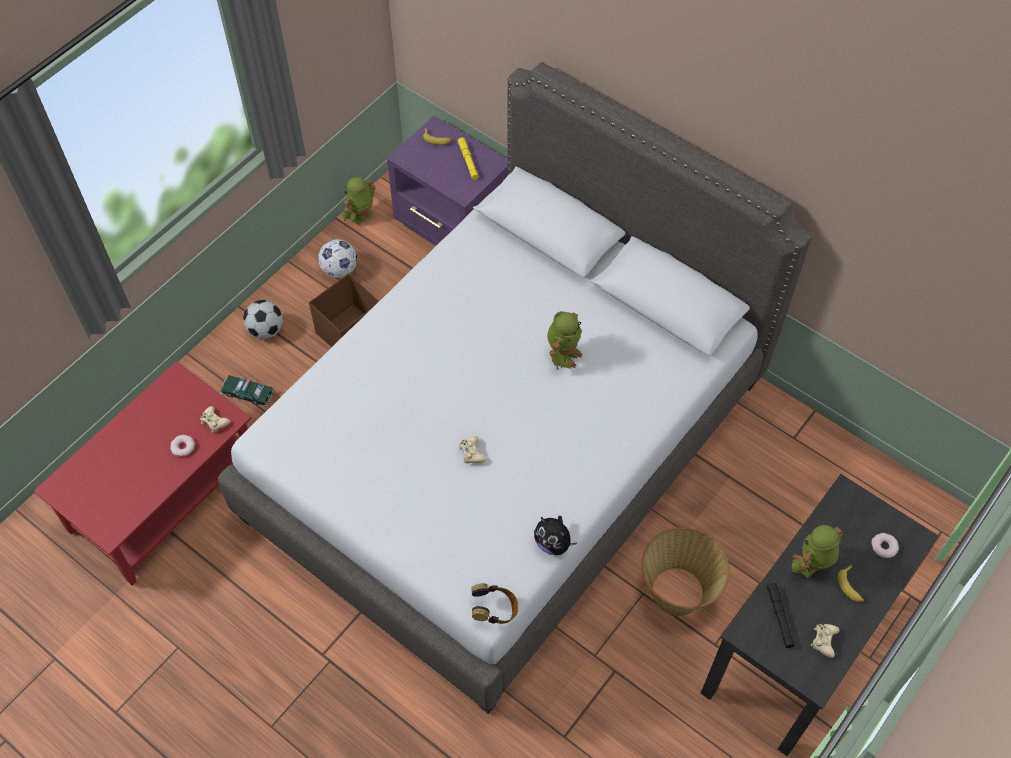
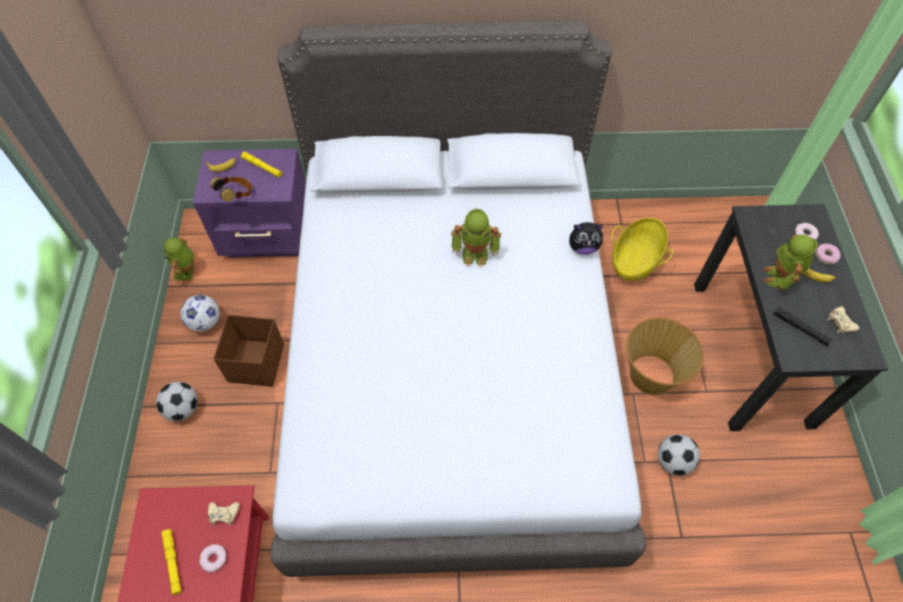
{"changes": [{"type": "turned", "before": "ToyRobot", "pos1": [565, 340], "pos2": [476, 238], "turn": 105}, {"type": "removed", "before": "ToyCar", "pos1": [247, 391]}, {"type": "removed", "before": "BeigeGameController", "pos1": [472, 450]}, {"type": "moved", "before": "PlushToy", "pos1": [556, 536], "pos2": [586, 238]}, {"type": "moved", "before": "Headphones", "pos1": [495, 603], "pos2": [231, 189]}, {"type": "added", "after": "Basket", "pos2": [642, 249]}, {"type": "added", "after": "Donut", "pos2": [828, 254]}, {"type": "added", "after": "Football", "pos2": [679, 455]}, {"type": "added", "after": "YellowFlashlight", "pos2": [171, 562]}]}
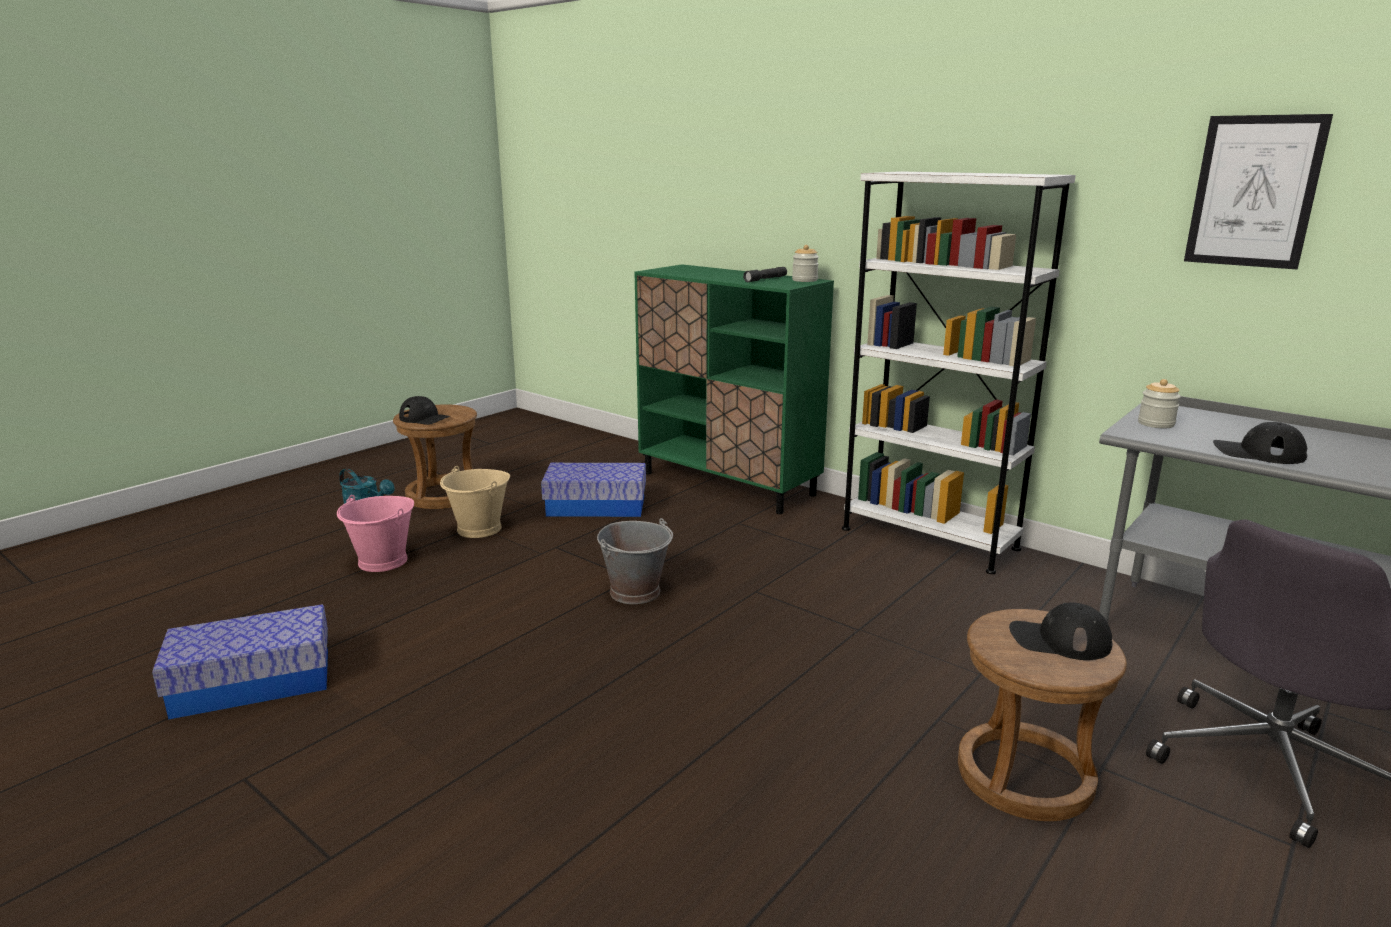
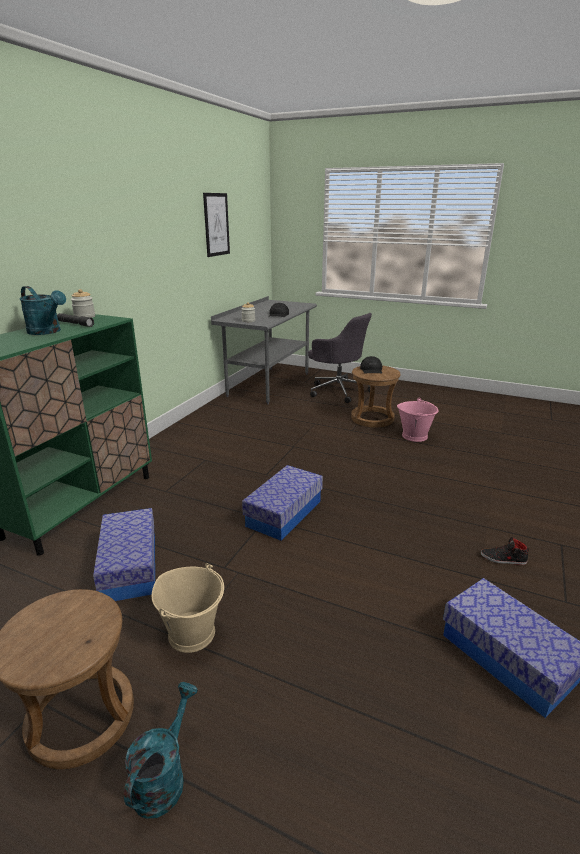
{"changes": [{"type": "removed", "before": "WhiteBookcase", "pos1": [959, 372]}, {"type": "removed", "before": "BlackCap", "pos1": [425, 410]}, {"type": "moved", "before": "PinkBucket", "pos1": [375, 533], "pos2": [418, 420]}, {"type": "replaced", "before": "GreyBucket", "after": "StorageBox", "pos1": [635, 561], "pos2": [282, 503]}, {"type": "added", "after": "TurquoiseWateringCan", "pos2": [42, 310]}, {"type": "added", "after": "BlackShoe", "pos2": [505, 551]}]}
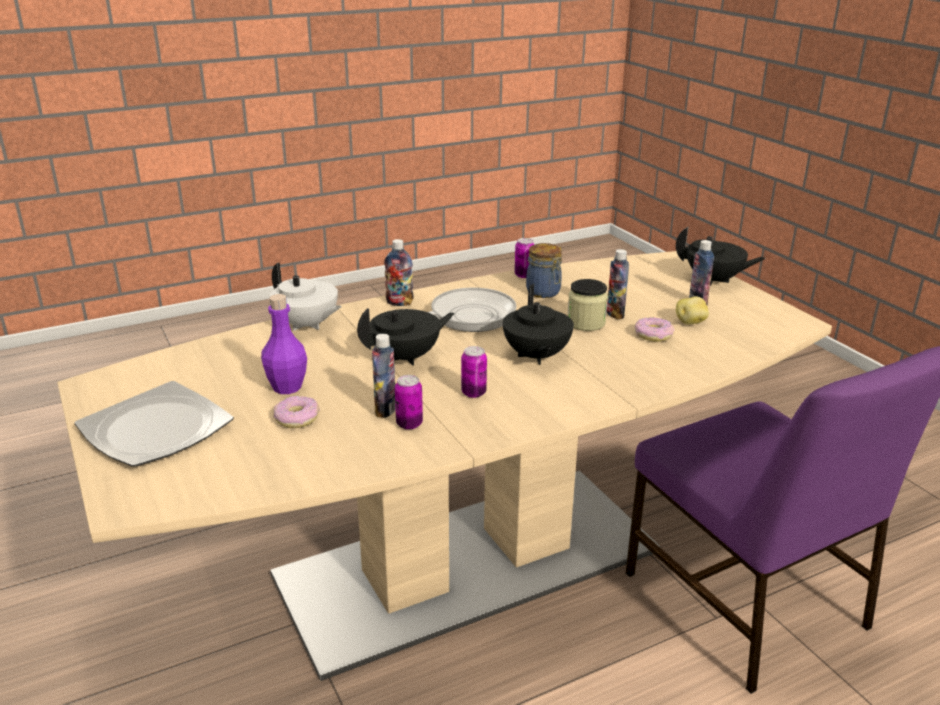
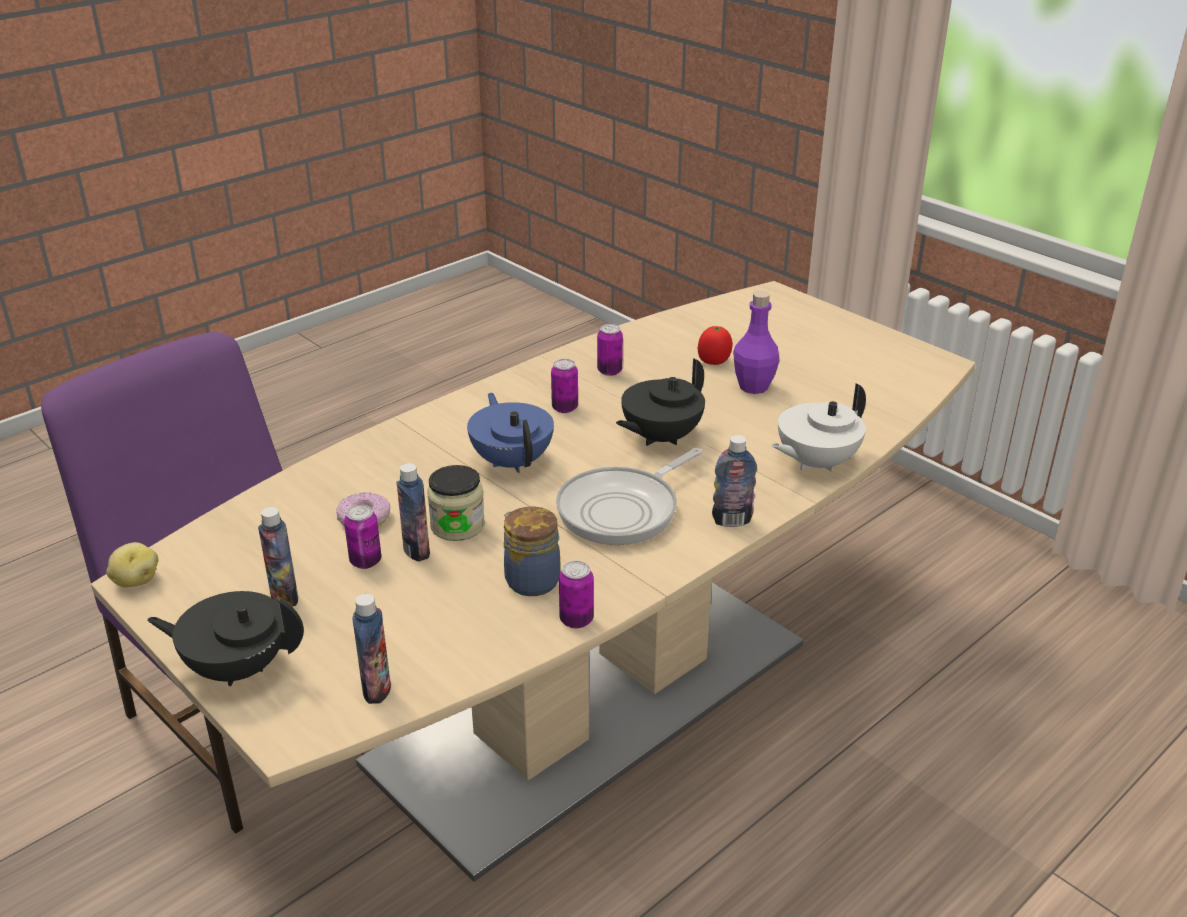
{"changes": [{"type": "turned", "before": "WhiteTeapot", "pos1": [306, 296], "pos2": [819, 428], "turn": -60}, {"type": "recoloured", "before": "BlackTeapot", "after": "BlueTeapot", "pos1": [538, 324], "pos2": [510, 433]}, {"type": "moved", "before": "Potato", "pos1": [692, 310], "pos2": [132, 564]}, {"type": "moved", "before": "Bottle", "pos1": [383, 376], "pos2": [371, 649]}, {"type": "removed", "before": "Plate", "pos1": [154, 423]}, {"type": "replaced", "before": "Donut", "after": "Tomato", "pos1": [296, 412], "pos2": [715, 345]}, {"type": "added", "after": "Can", "pos2": [362, 537]}]}
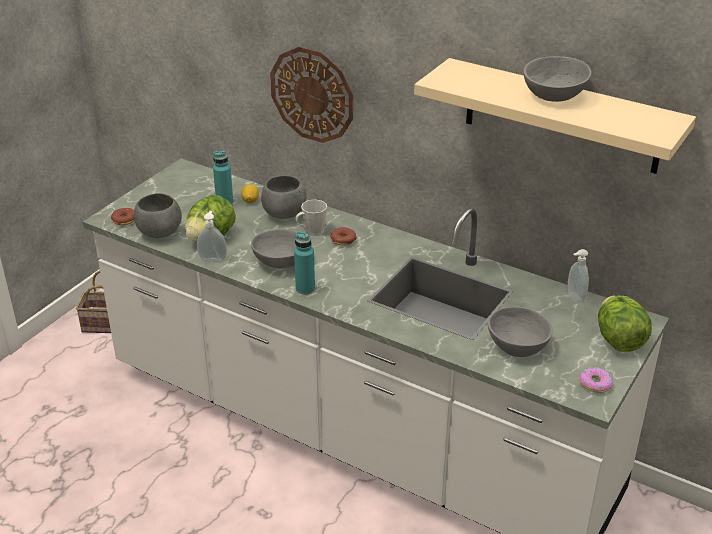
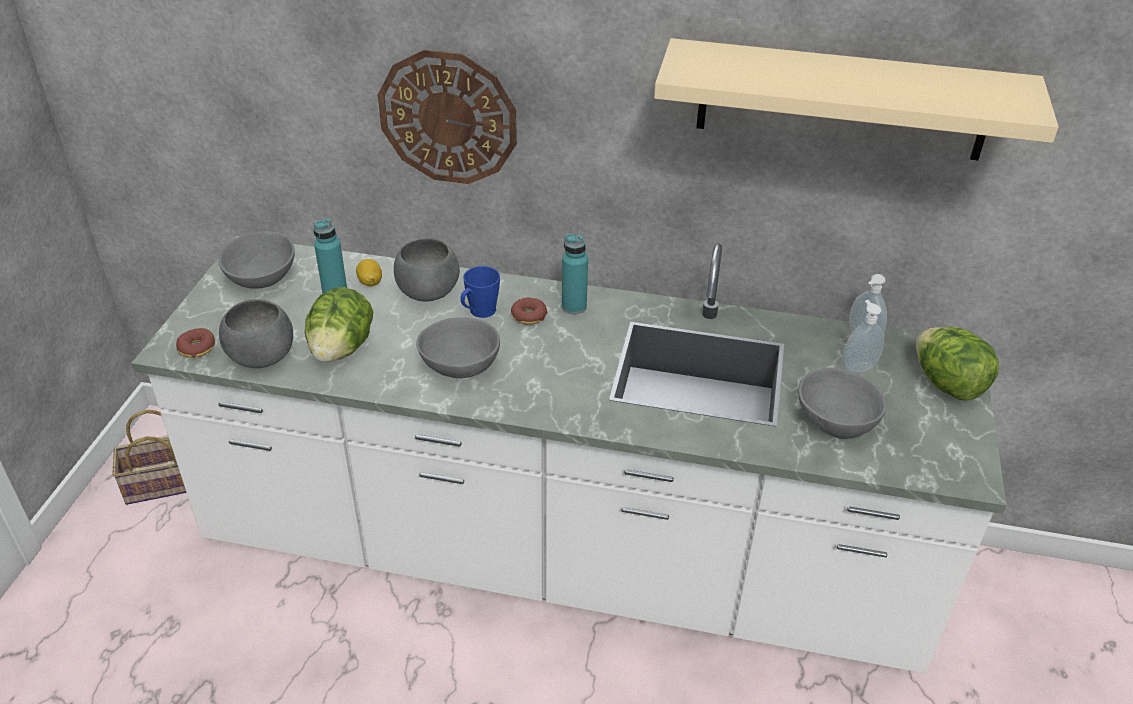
{"changes": [{"type": "moved", "before": "GreyBowl", "pos1": [557, 79], "pos2": [256, 260]}, {"type": "recoloured", "before": "GreyMug", "after": "BlueMug", "pos1": [311, 218], "pos2": [480, 292]}, {"type": "moved", "before": "SoapDispenser", "pos1": [212, 237], "pos2": [863, 336]}, {"type": "moved", "before": "TurquoiseBottle", "pos1": [304, 263], "pos2": [575, 274]}, {"type": "removed", "before": "Donut", "pos1": [596, 380]}]}
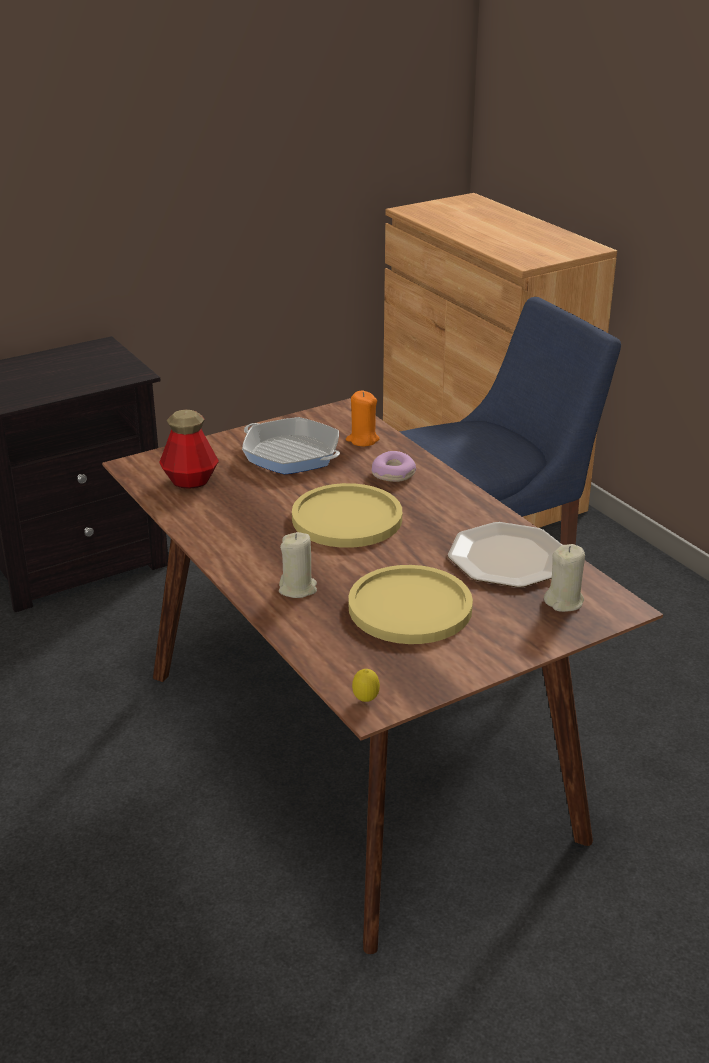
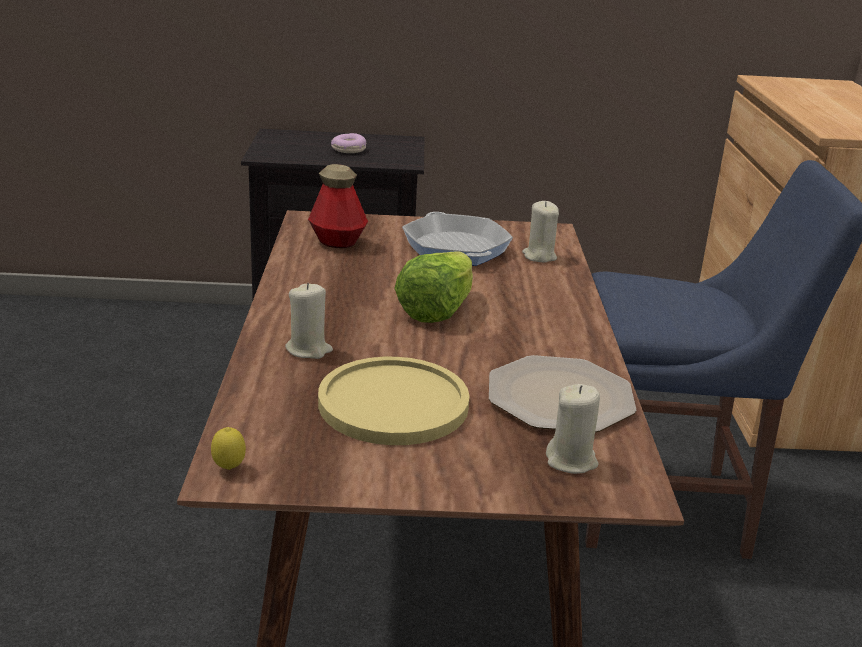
{"changes": [{"type": "recoloured", "before": "OrangeCandle", "after": "BeigeCandle", "pos1": [363, 418], "pos2": [540, 232]}, {"type": "moved", "before": "Donut", "pos1": [394, 466], "pos2": [348, 143]}, {"type": "replaced", "before": "YellowPlate", "after": "Lettuce", "pos1": [347, 515], "pos2": [433, 287]}]}
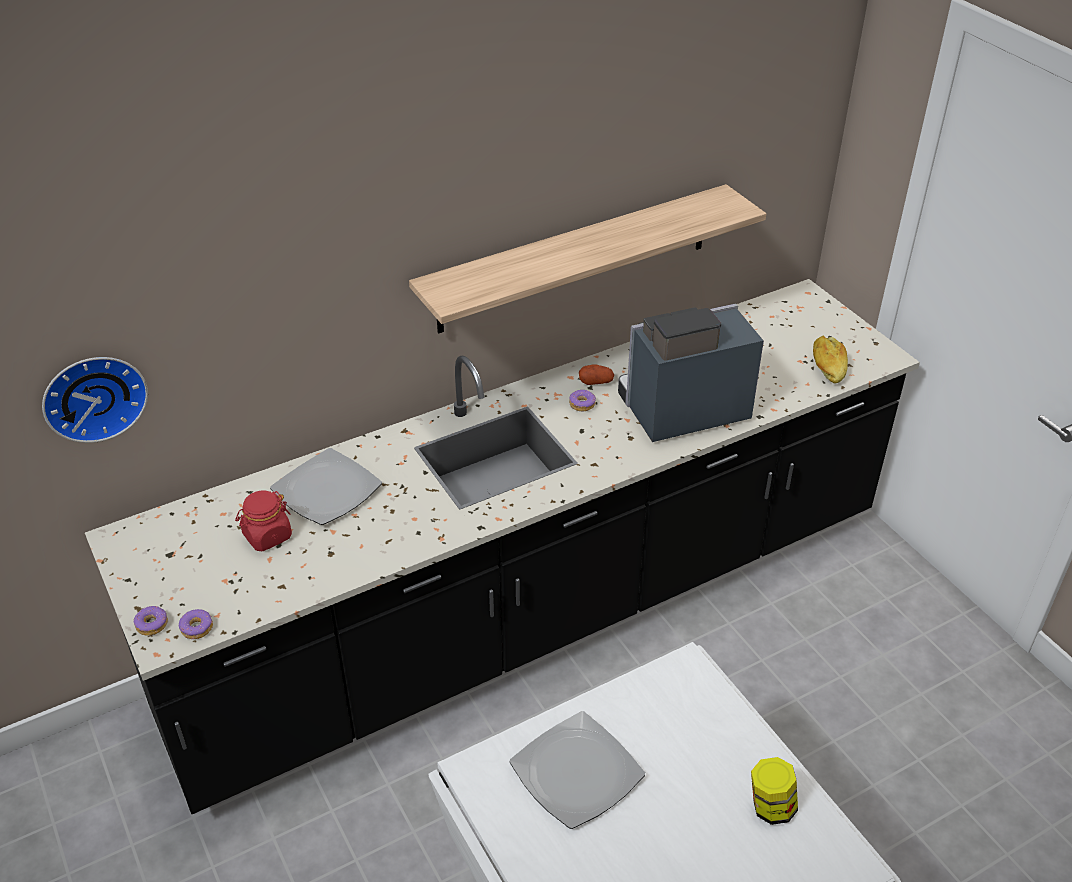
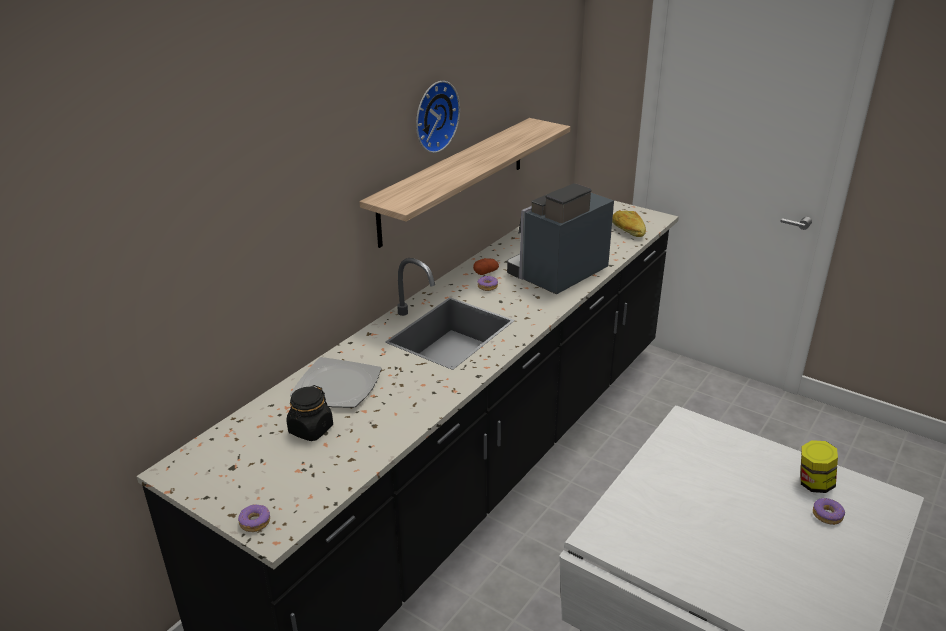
{"changes": [{"type": "moved", "before": "WallClock", "pos1": [95, 400], "pos2": [438, 117]}, {"type": "recoloured", "before": "RedJar", "after": "BlackJar", "pos1": [263, 521], "pos2": [310, 413]}, {"type": "moved", "before": "Donut", "pos1": [196, 624], "pos2": [829, 511]}, {"type": "removed", "before": "Plate", "pos1": [577, 770]}]}
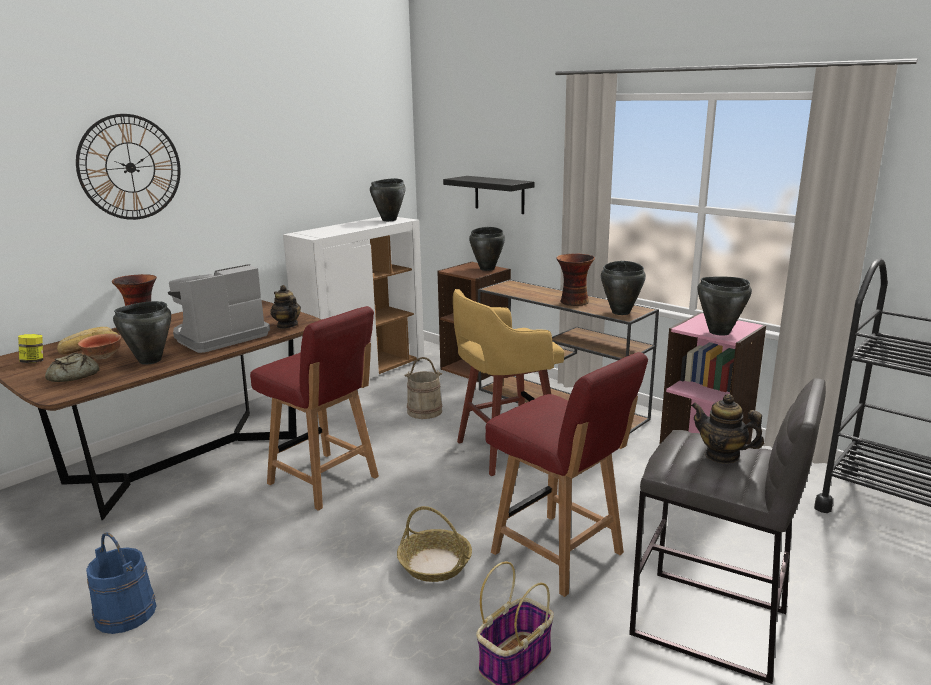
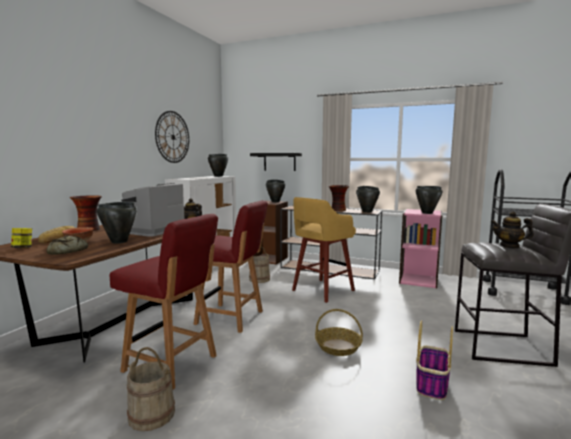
{"changes": [{"type": "moved", "before": "WallClock", "pos1": [128, 167], "pos2": [172, 137]}, {"type": "moved", "before": "RedChair", "pos1": [566, 474], "pos2": [164, 302]}, {"type": "recoloured", "before": "BlueBucket", "after": "BeigeBucket", "pos1": [121, 583], "pos2": [151, 389]}]}
